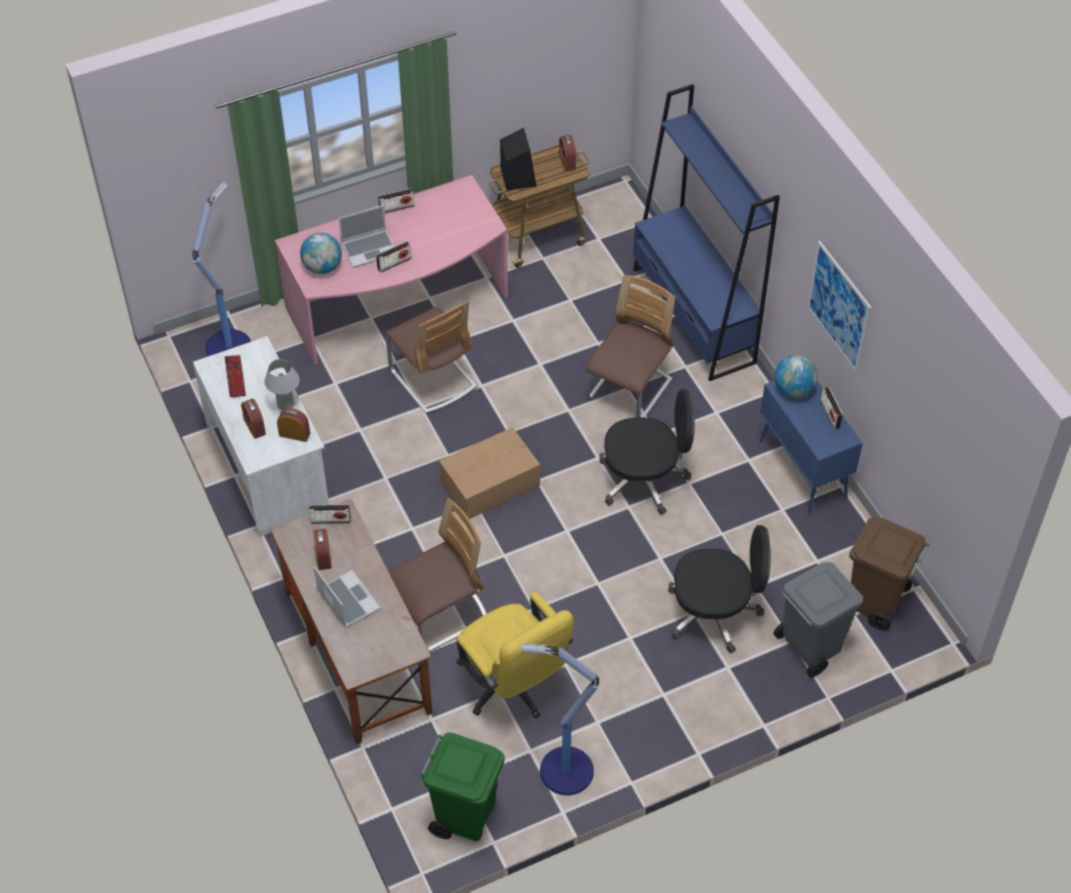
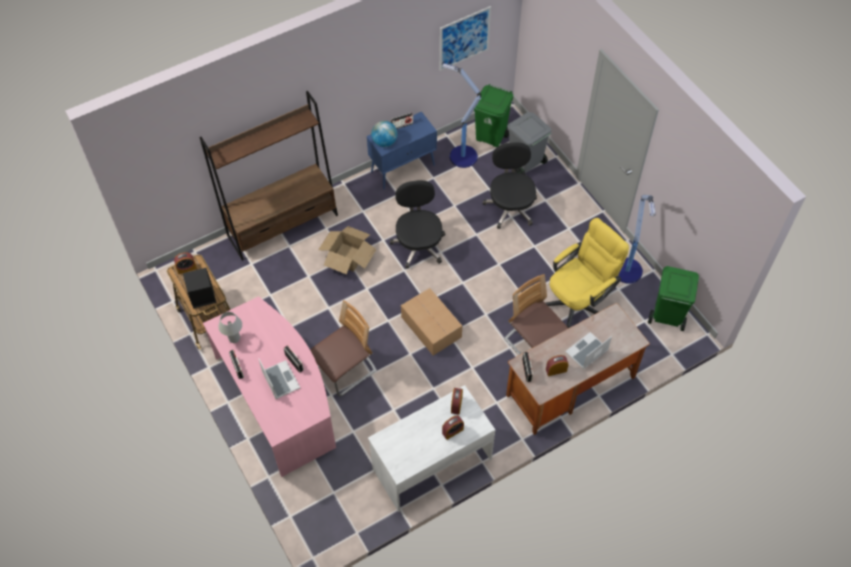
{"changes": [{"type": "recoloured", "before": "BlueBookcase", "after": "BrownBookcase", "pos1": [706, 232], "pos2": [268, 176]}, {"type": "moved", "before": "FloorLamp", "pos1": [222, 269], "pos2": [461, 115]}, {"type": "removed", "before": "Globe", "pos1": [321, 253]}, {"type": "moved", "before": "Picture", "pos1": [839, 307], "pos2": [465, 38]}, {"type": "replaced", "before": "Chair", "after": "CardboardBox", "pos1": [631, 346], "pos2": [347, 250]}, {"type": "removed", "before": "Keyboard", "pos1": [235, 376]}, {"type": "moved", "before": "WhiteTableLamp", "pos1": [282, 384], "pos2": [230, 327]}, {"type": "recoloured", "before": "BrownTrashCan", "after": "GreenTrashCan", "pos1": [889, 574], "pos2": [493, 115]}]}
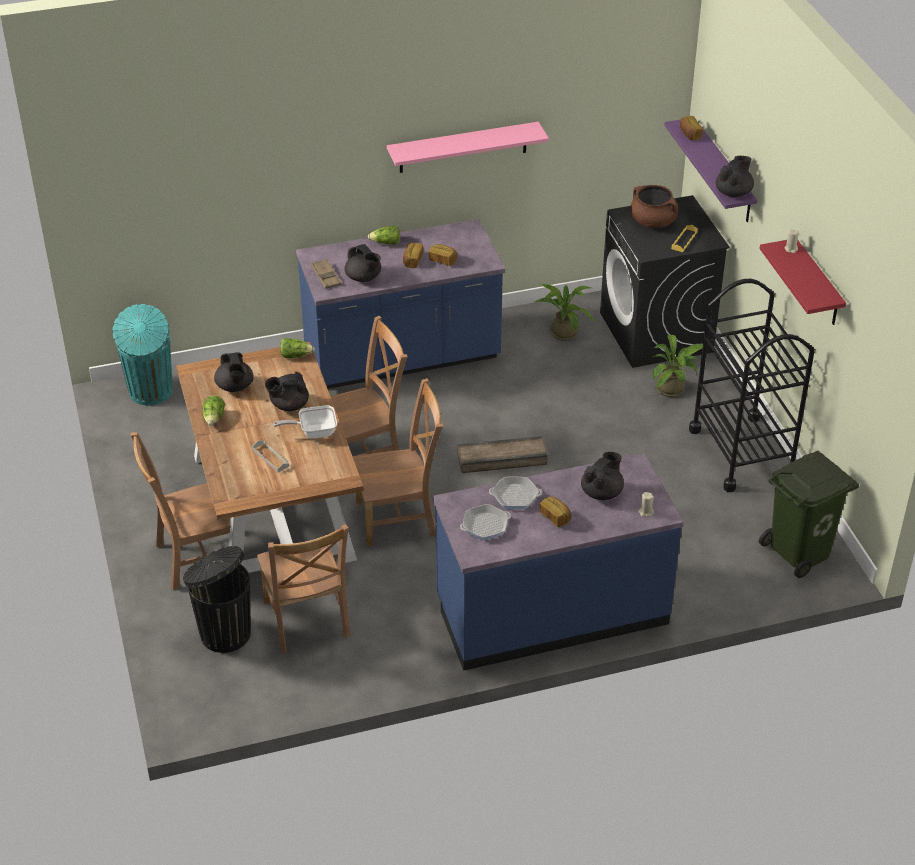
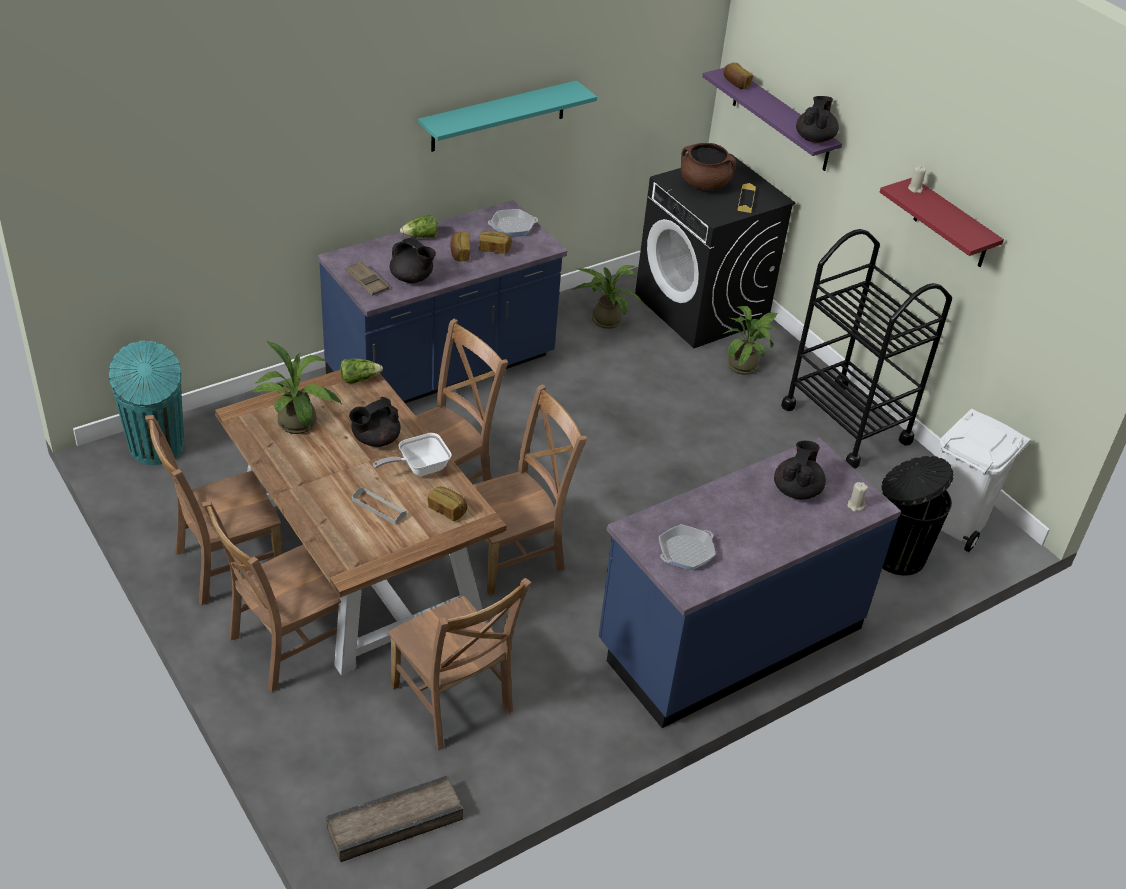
{"changes": [{"type": "recoloured", "before": "PinkShelf", "after": "TurquoiseShelf", "pos1": [468, 147], "pos2": [507, 116]}, {"type": "replaced", "before": "BlackTeapot", "after": "PottedPlant", "pos1": [234, 372], "pos2": [297, 387]}, {"type": "removed", "before": "Lettuce", "pos1": [213, 410]}, {"type": "moved", "before": "Crate", "pos1": [502, 454], "pos2": [394, 818]}, {"type": "recoloured", "before": "GreenTrashCan", "after": "WhiteTrashCan", "pos1": [809, 514], "pos2": [985, 480]}, {"type": "moved", "before": "FryingPan", "pos1": [515, 493], "pos2": [513, 223]}, {"type": "moved", "before": "Bread", "pos1": [556, 511], "pos2": [447, 504]}, {"type": "moved", "before": "BlackTrashCan", "pos1": [217, 599], "pos2": [918, 515]}, {"type": "added", "after": "BrownChair", "pos2": [214, 510]}]}
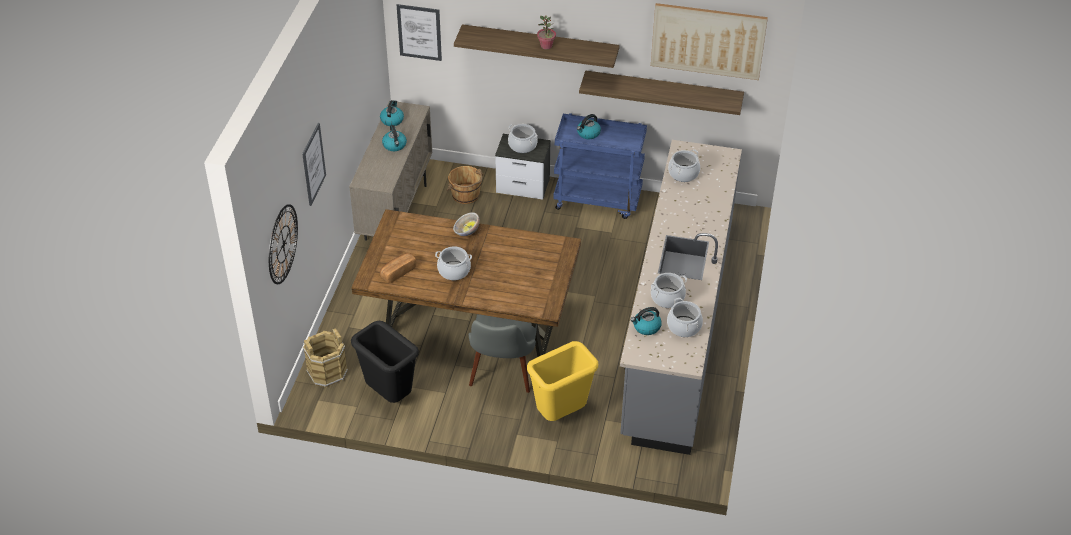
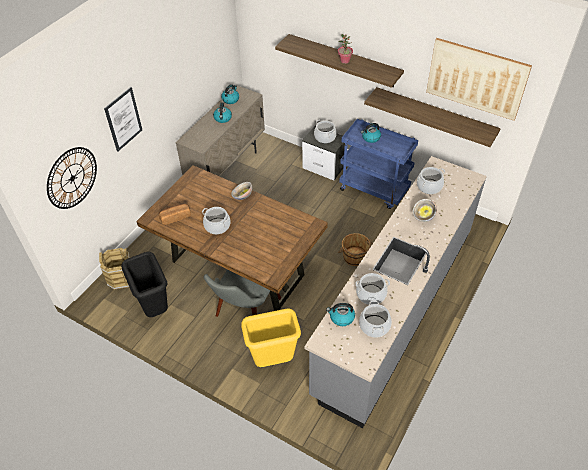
{"changes": [{"type": "removed", "before": "Picture", "pos1": [419, 32]}, {"type": "moved", "before": "BrownBucket", "pos1": [465, 185], "pos2": [355, 249]}, {"type": "added", "after": "Bowl", "pos2": [425, 210]}]}
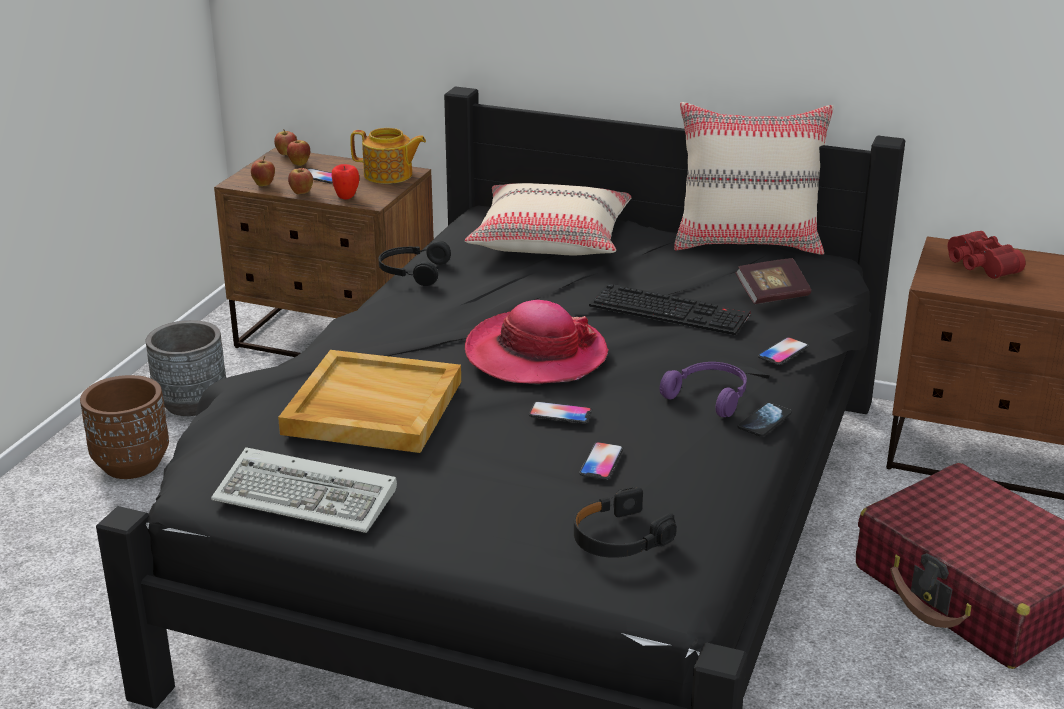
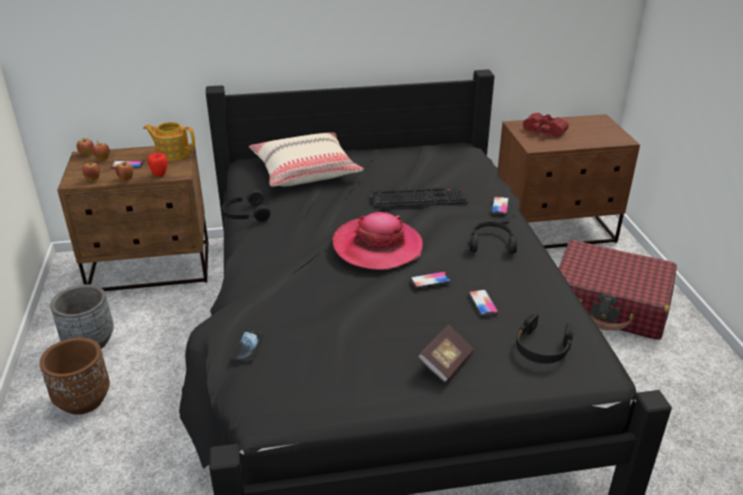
{"changes": [{"type": "removed", "before": "BeigePillow", "pos1": [754, 178]}, {"type": "turned", "before": "Teapot", "pos1": [388, 156], "pos2": [169, 141], "turn": -150}, {"type": "moved", "before": "Book", "pos1": [773, 281], "pos2": [446, 354]}, {"type": "removed", "before": "BeigeTray", "pos1": [369, 401]}, {"type": "recoloured", "before": "PurpleHeadphones", "after": "BlackHeadphones", "pos1": [703, 389], "pos2": [493, 238]}, {"type": "moved", "before": "Phone", "pos1": [764, 419], "pos2": [247, 346]}, {"type": "removed", "before": "Keyboard", "pos1": [304, 490]}]}
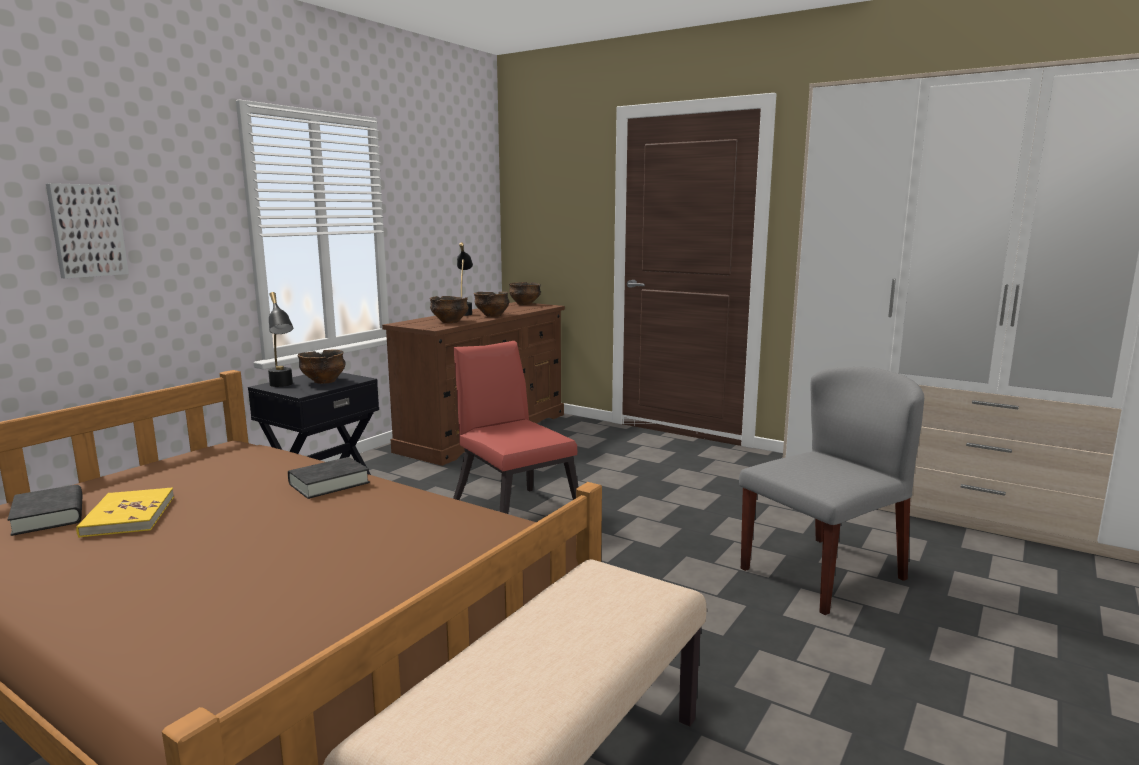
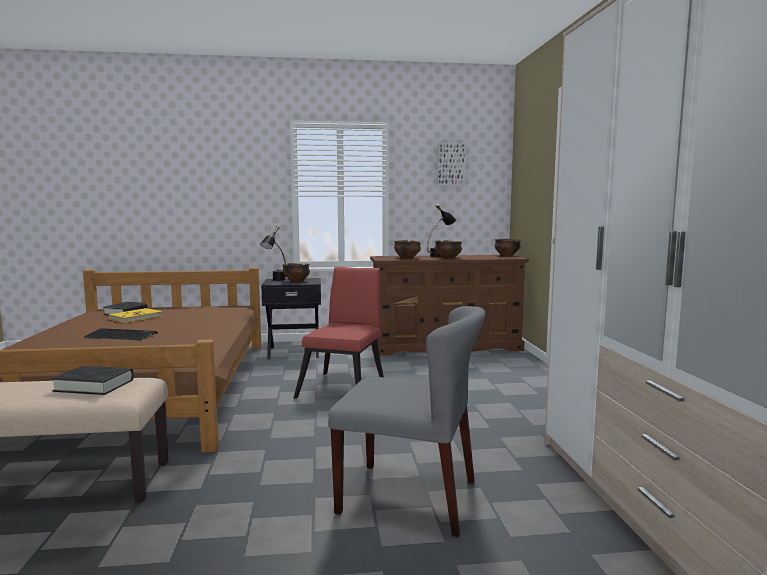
{"changes": [{"type": "moved", "before": "Picture", "pos1": [87, 231], "pos2": [451, 164]}, {"type": "moved", "before": "BlackBook", "pos1": [329, 478], "pos2": [92, 380]}, {"type": "added", "after": "Keyboard", "pos2": [121, 334]}]}
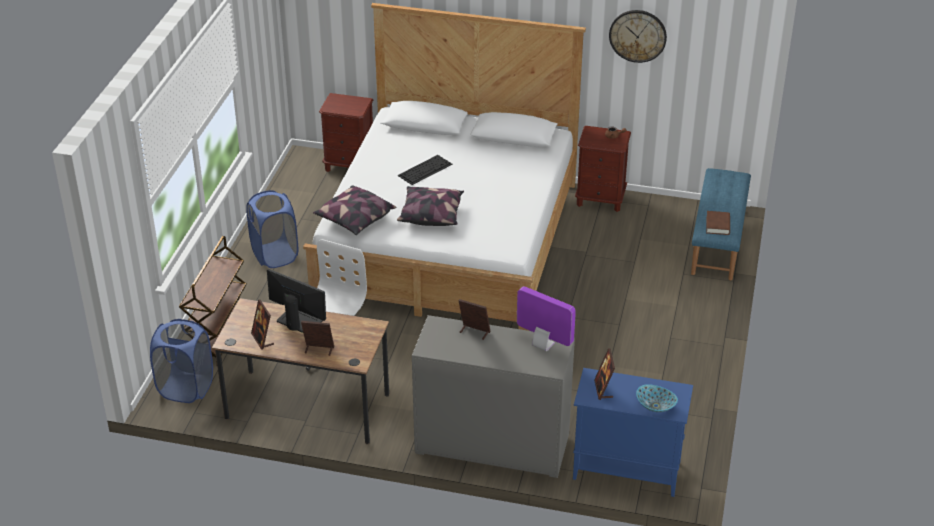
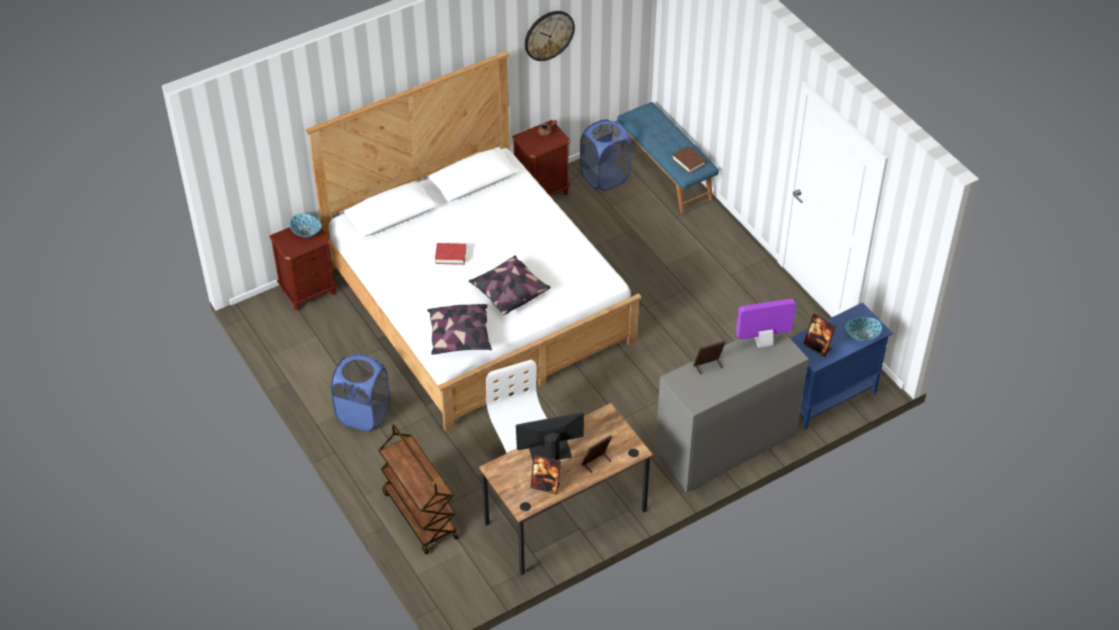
{"changes": [{"type": "replaced", "before": "Keyboard", "after": "RedBook", "pos1": [424, 170], "pos2": [450, 254]}, {"type": "moved", "before": "BlueLaundryBasket", "pos1": [181, 361], "pos2": [606, 155]}, {"type": "added", "after": "Bowl", "pos2": [305, 225]}]}
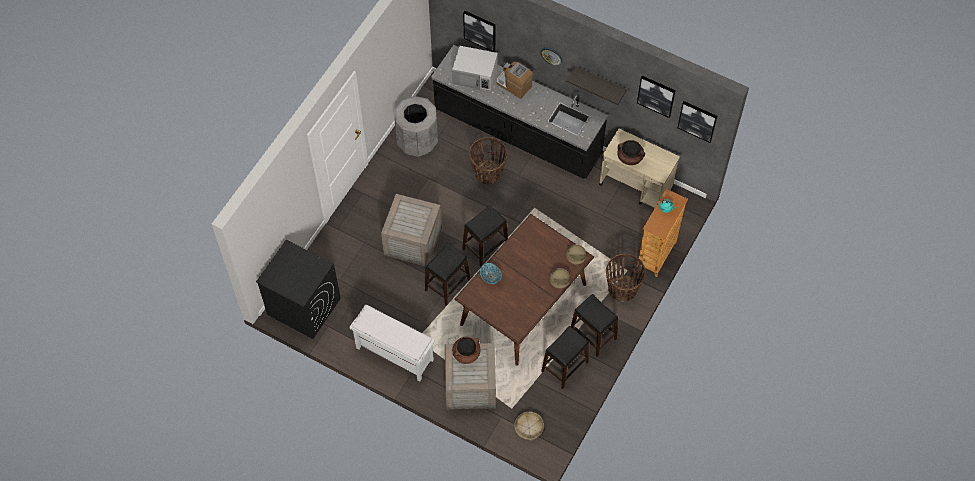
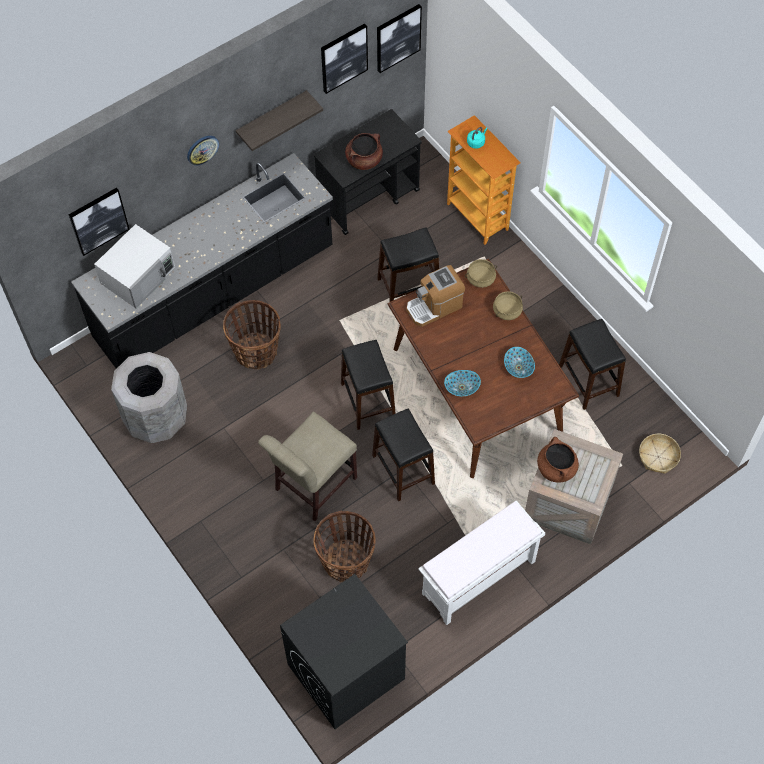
{"changes": [{"type": "moved", "before": "CoffeeMachine", "pos1": [514, 80], "pos2": [436, 296]}, {"type": "recoloured", "before": "BeigeCart", "after": "BlackCart", "pos1": [639, 168], "pos2": [368, 172]}, {"type": "replaced", "before": "Crate", "after": "BeigeChair", "pos1": [411, 230], "pos2": [307, 466]}, {"type": "moved", "before": "Basket", "pos1": [626, 278], "pos2": [344, 546]}, {"type": "moved", "before": "BlackStool", "pos1": [594, 325], "pos2": [408, 264]}, {"type": "added", "after": "Bowl", "pos2": [519, 362]}]}
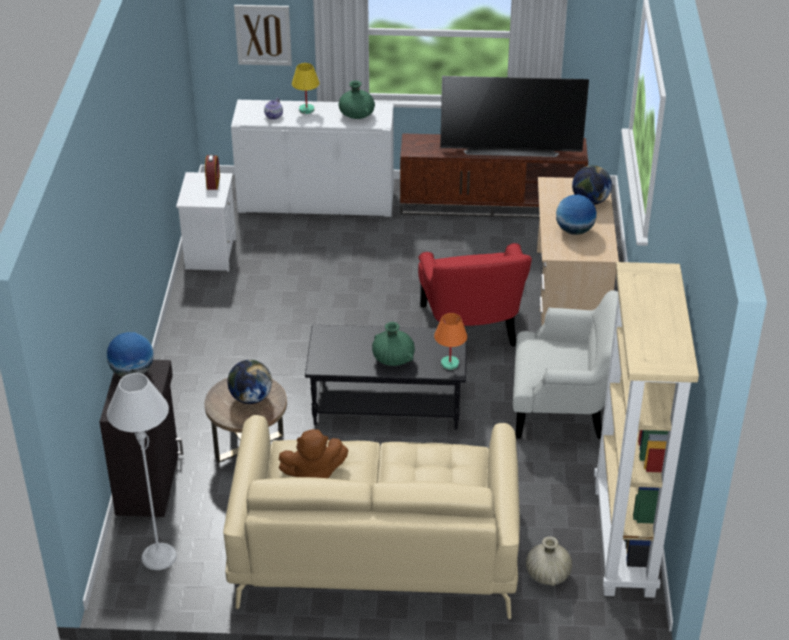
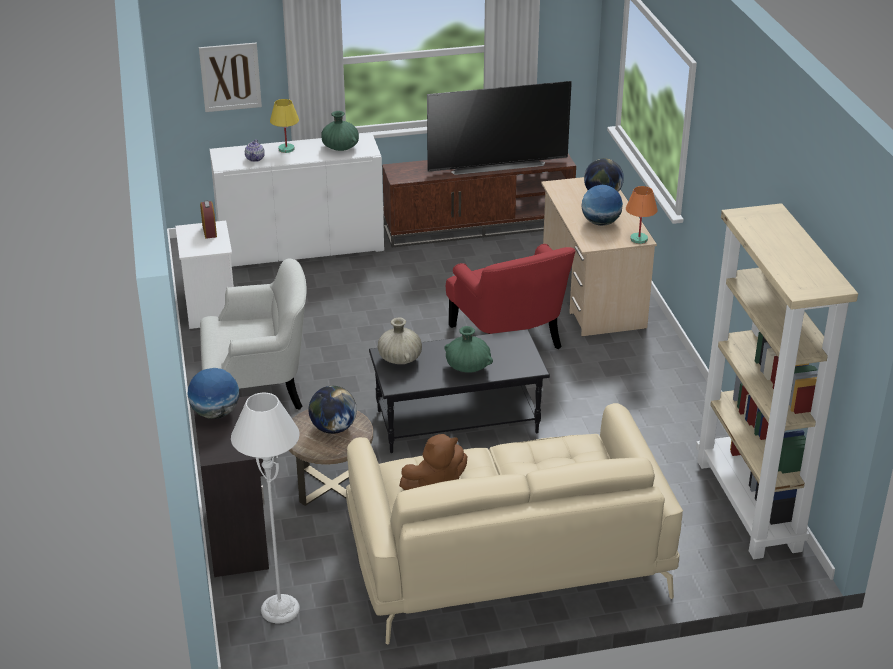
{"changes": [{"type": "moved", "before": "WhiteArmchair", "pos1": [565, 364], "pos2": [253, 334]}, {"type": "moved", "before": "OrangeTableLamp", "pos1": [450, 341], "pos2": [642, 215]}, {"type": "moved", "before": "BeigeVase", "pos1": [549, 561], "pos2": [400, 340]}]}
